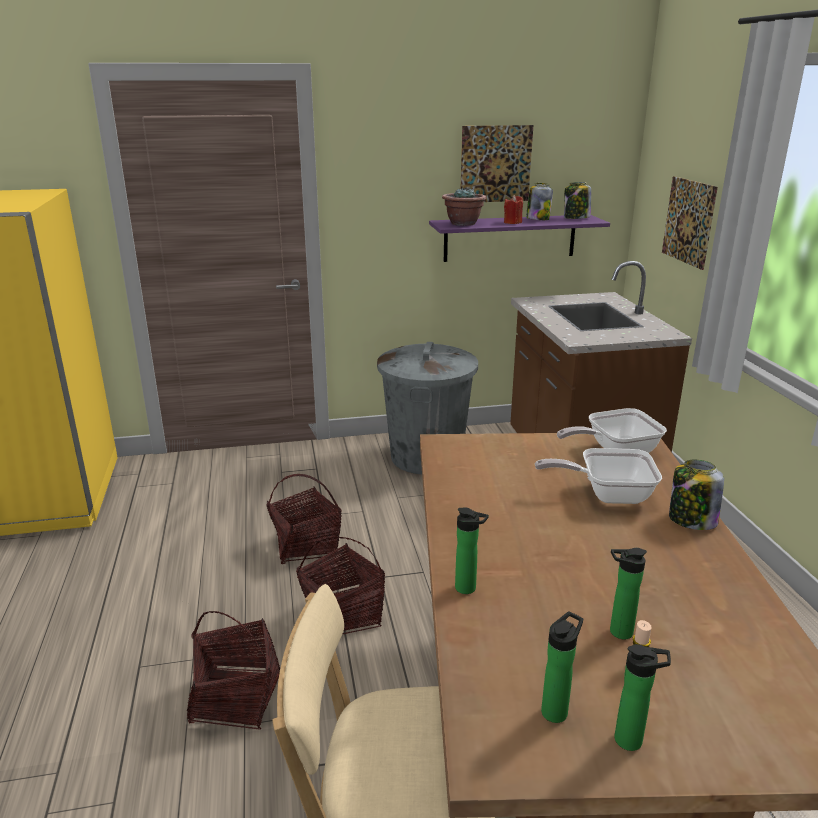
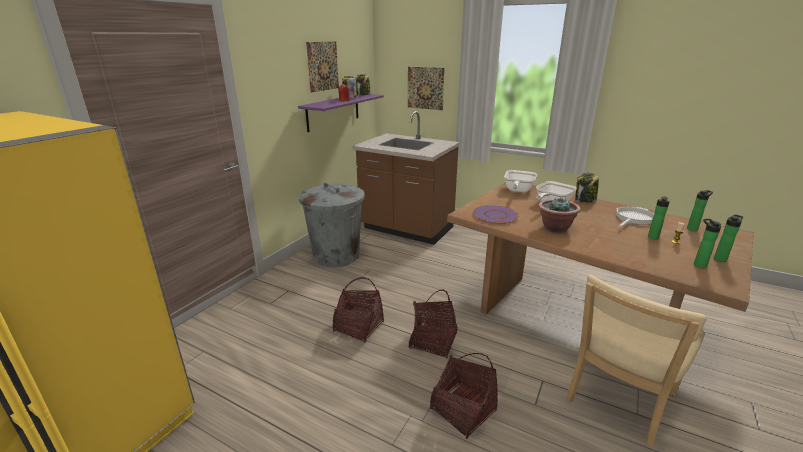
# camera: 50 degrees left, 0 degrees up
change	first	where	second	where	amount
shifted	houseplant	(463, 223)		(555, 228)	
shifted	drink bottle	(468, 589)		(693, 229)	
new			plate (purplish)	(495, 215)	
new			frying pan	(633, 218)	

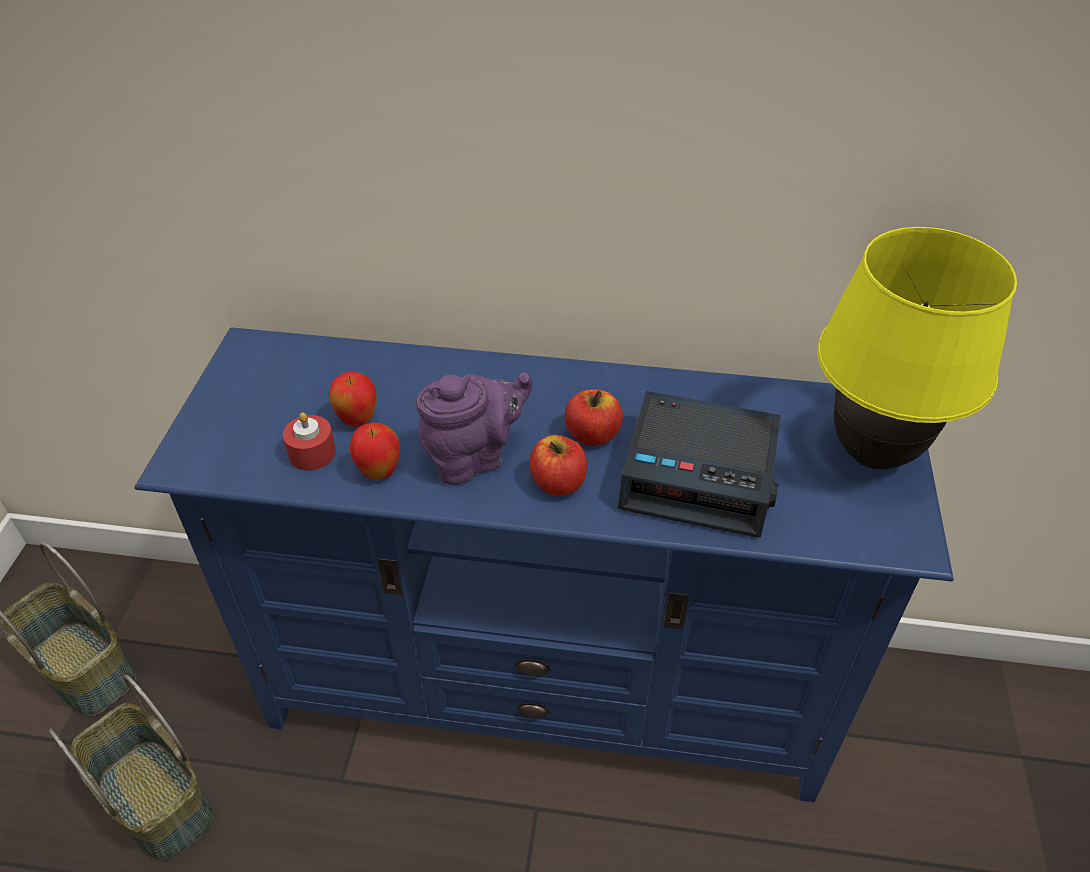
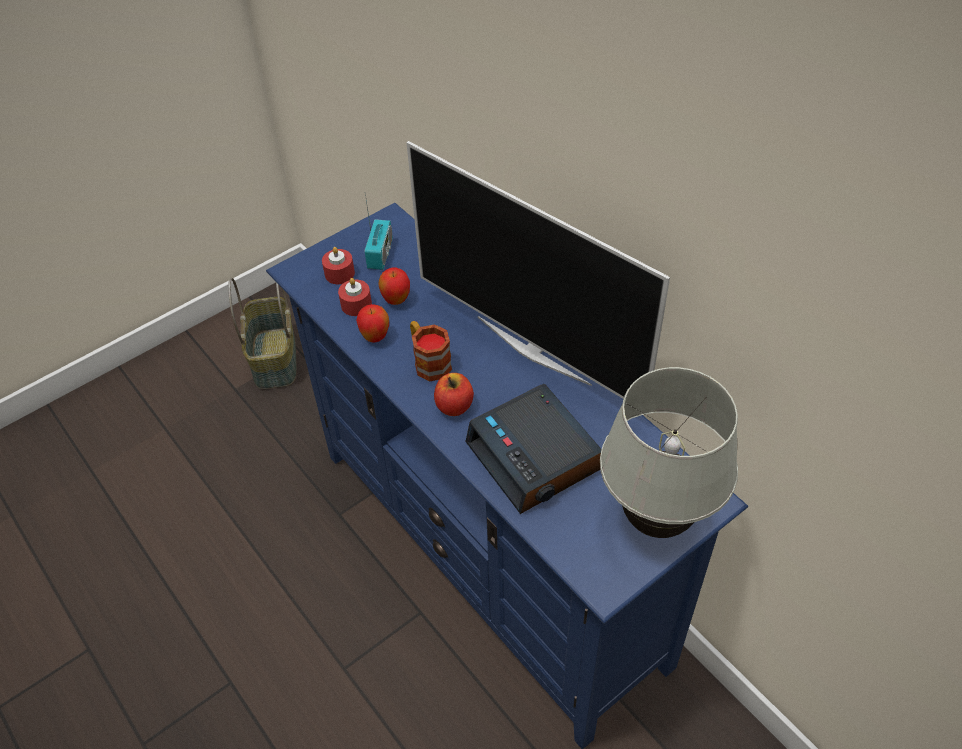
# camera: 45 degrees right, 5 degrees up
change	first	where	second	where	amount
gone	basket	(154, 800)			
swapped	pot for tea (purplish)	(473, 458)	coffee mug	(428, 361)	
gone	apple fruit	(592, 435)			
repainted	table lamp (yellowish)	(872, 453)	table lamp (white)	(657, 519)	
new			candle (reddish)	(339, 273)	
new			radio set	(380, 254)	
new			TV set	(534, 349)	

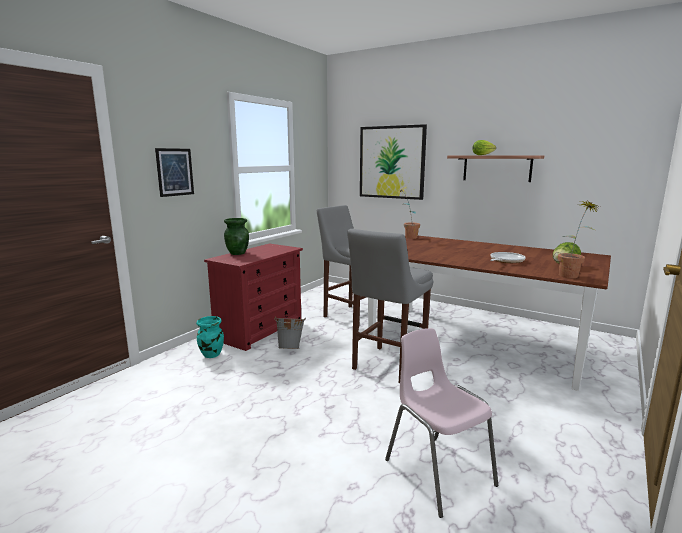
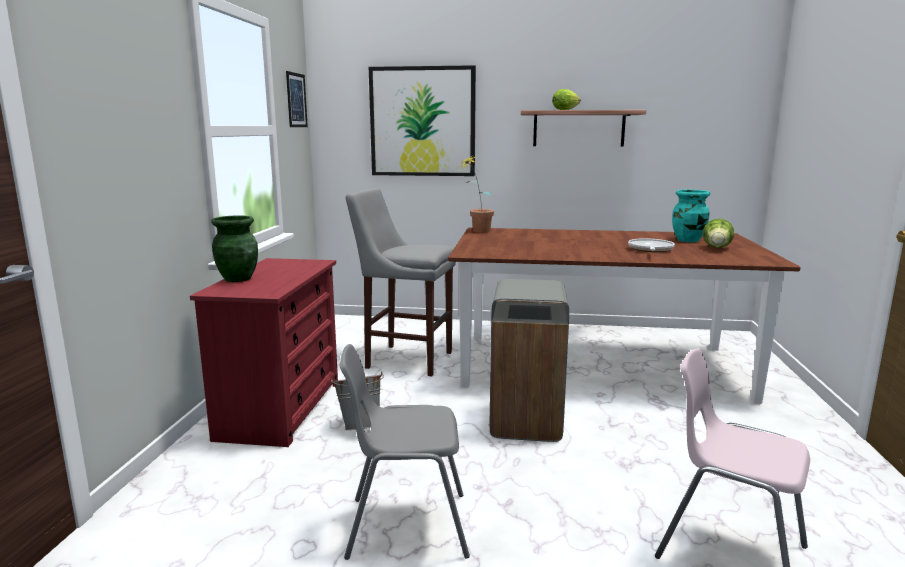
# camera: 25 degrees left, 0 degrees up
change	first	where	second	where	amount
shifted	wall art	(175, 172)		(296, 100)	
shifted	flower vase (blue-green)	(211, 355)		(688, 240)	
swapped	stool (gray)	(387, 365)	waste bin (gray)	(525, 422)	
gone	houseplant	(572, 275)			
new			plain chair (gray)	(406, 525)	

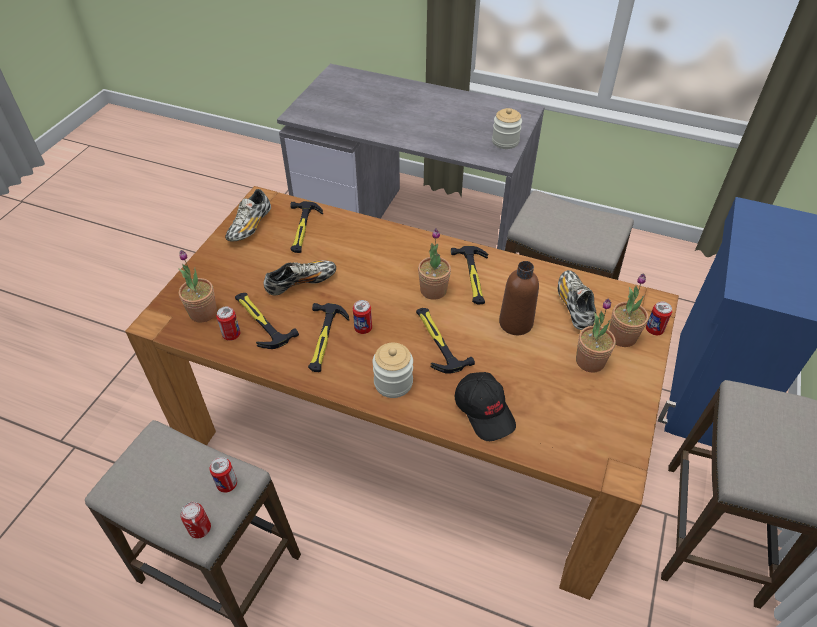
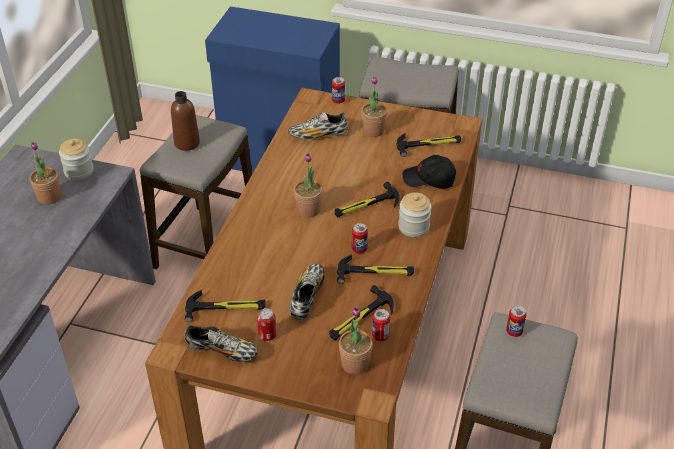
# camera: 95 degrees left, 5 degrees down
change	first	where	second	where	amount
shifted	sealed can	(200, 529)		(267, 335)	
rotated	item of footwear	(301, 283)		(307, 297)	45 degrees clockwise
shifted	hand hammer	(473, 277)		(428, 144)	
rotated	peaked cap (black-coloured)	(485, 411)		(429, 180)	135 degrees counterclockwise
shifted	drink bottle (brown-coloured)	(515, 323)		(187, 143)	
shifted	houseplant	(622, 336)		(49, 197)	

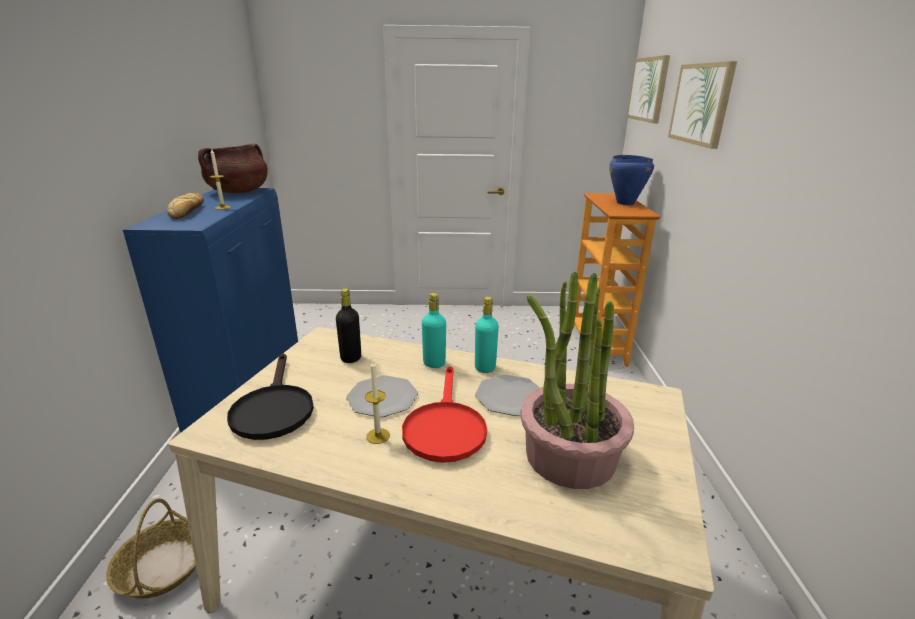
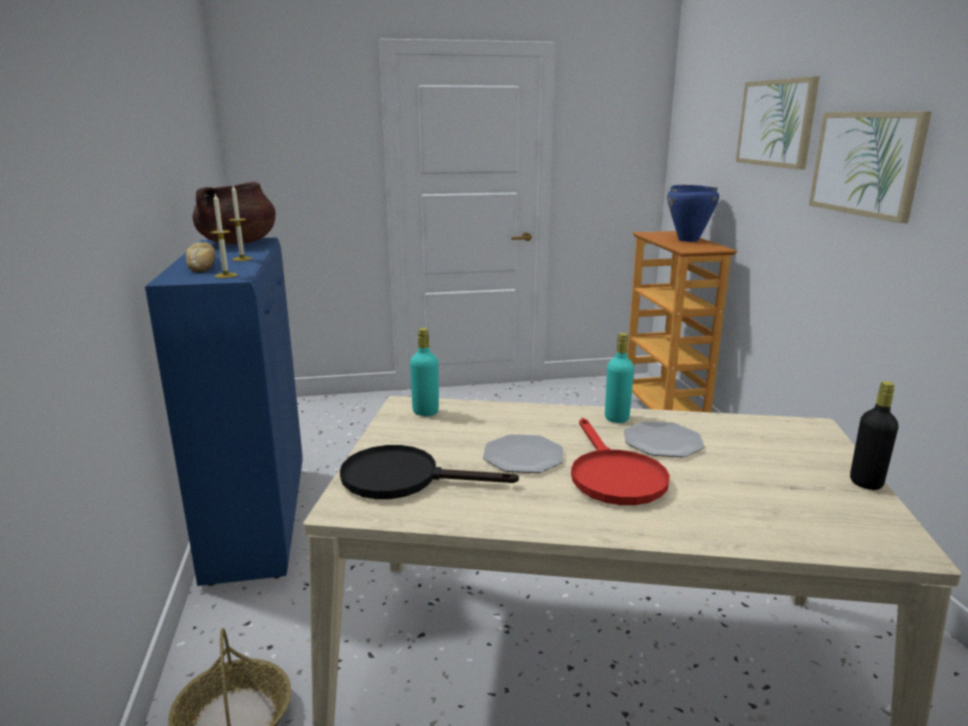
# camera: 10 degrees left, 5 degrees down
change	first	where	second	where	amount
rotated	frying pan (black-coloured)	(273, 409)		(404, 478)	120 degrees clockwise
shifted	drink bottle (black-coloured)	(351, 358)		(866, 483)	
shifted	candle	(378, 436)		(226, 275)	
shifted	drink bottle (blue-green)	(434, 363)		(425, 412)	
gone	houseplant	(569, 456)			
shifted	wall art	(648, 89)		(866, 163)	

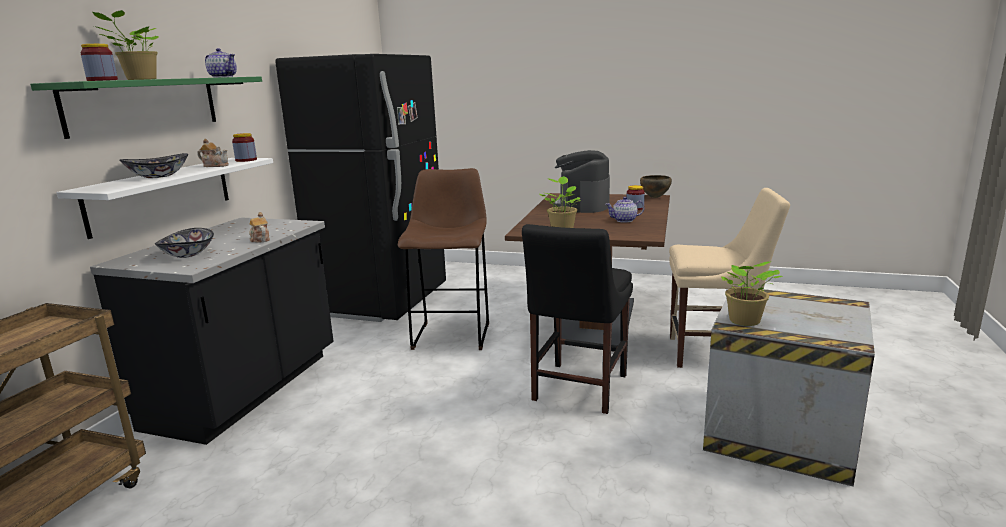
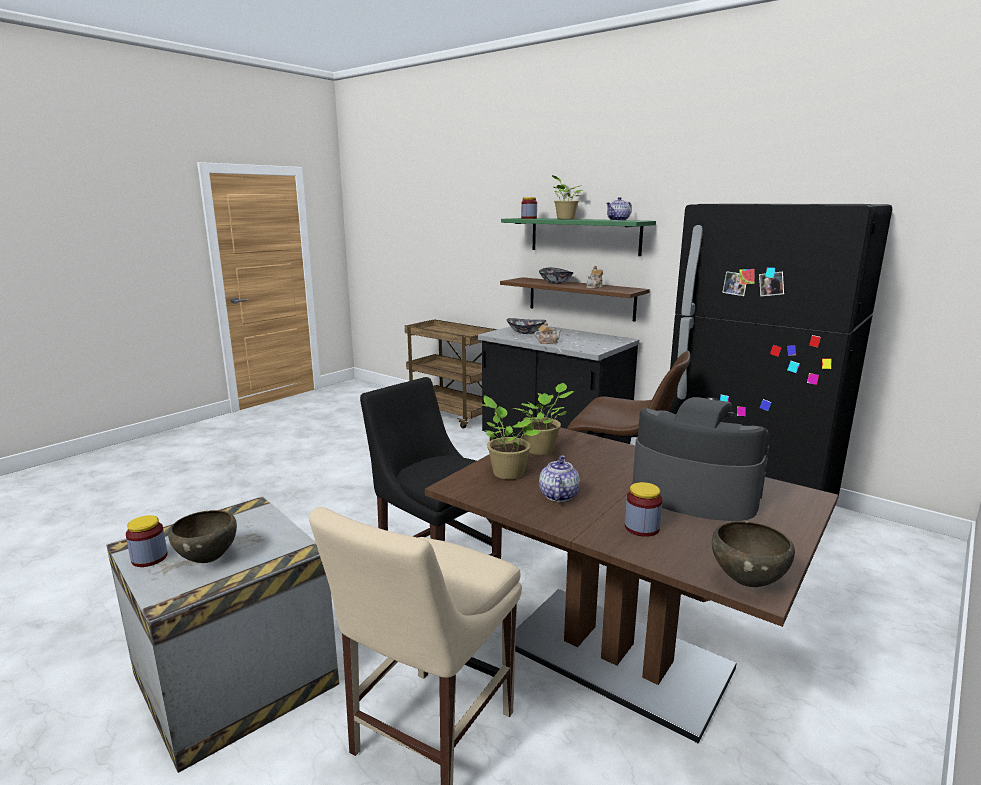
# camera: 110 degrees right, 0 degrees up
change	first	where	second	where	amount
repainted	bracket shelf (white)	(161, 194)	bracket shelf (brown-coloured)	(581, 298)	
shifted	storage jar	(246, 160)		(149, 558)	
shifted	houseplant	(744, 321)		(506, 472)	
new			bowl (brown-coloured)	(208, 559)	

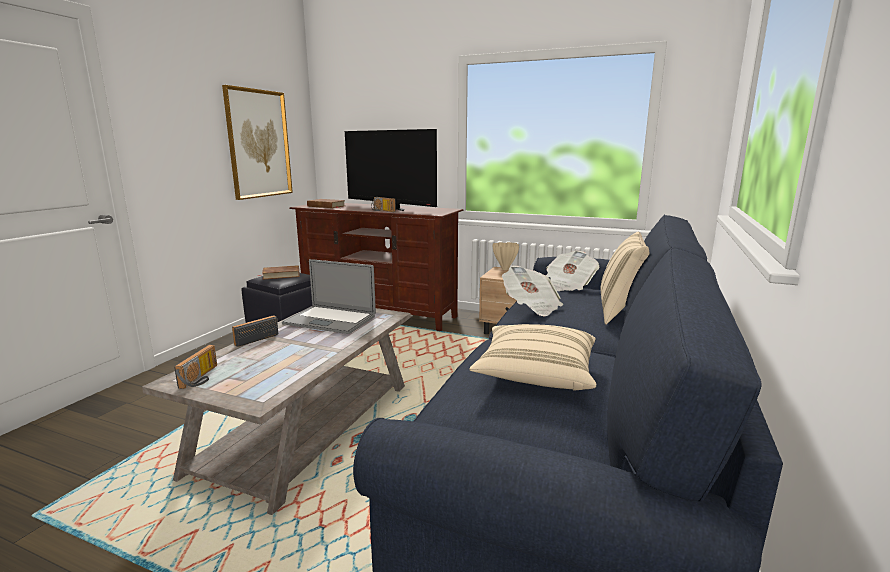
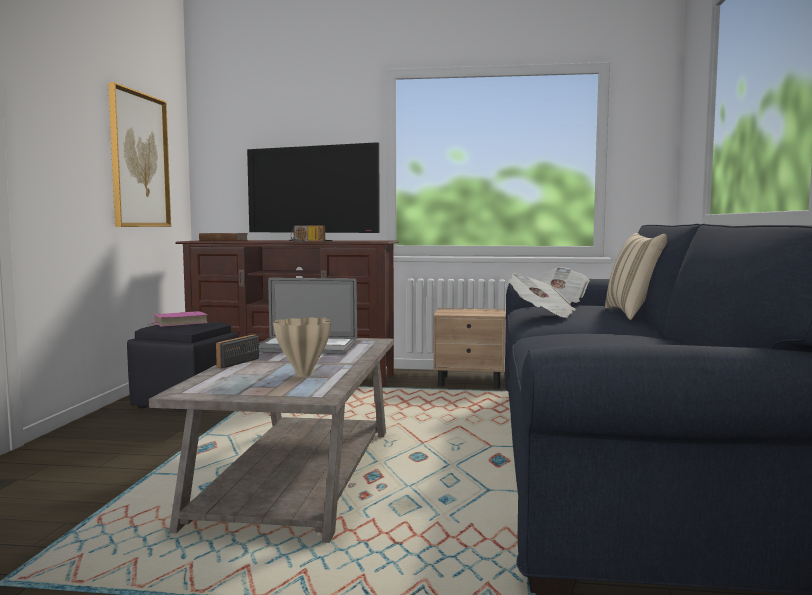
# camera: 15 degrees left, 10 degrees down
change	first	where	second	where	amount
gone	radio set	(202, 378)			
repainted	book (brown-coloured)	(281, 275)	book (pink)	(180, 322)	
gone	cushion (beige)	(535, 374)			
shifted	flower vase (beige)	(504, 269)		(303, 375)	

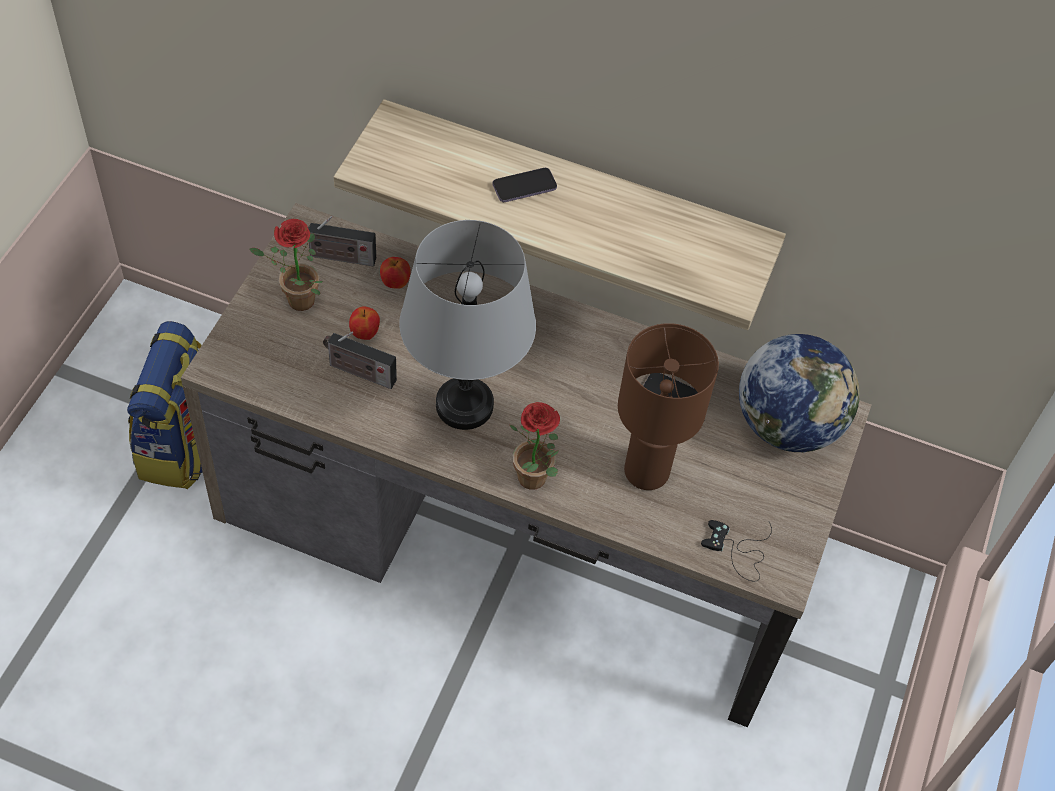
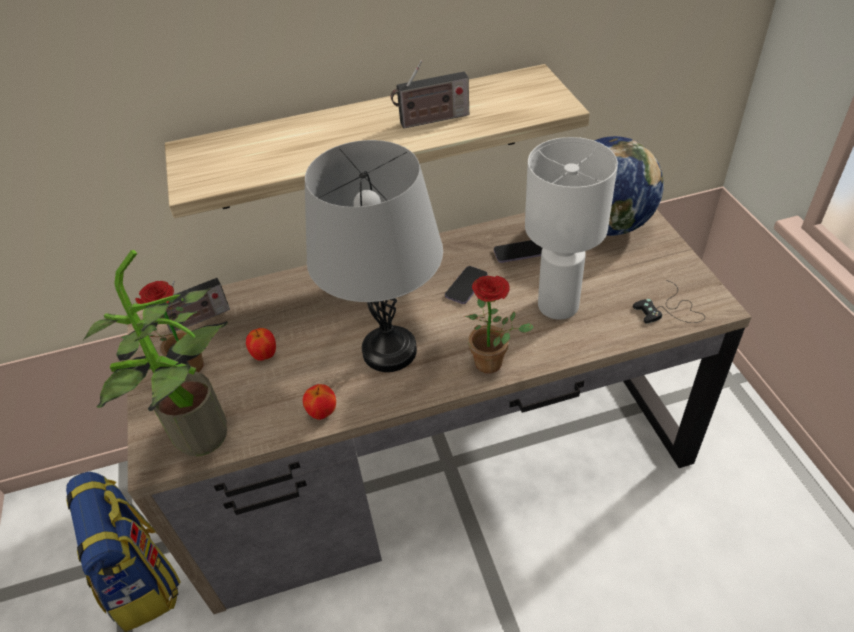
# camera: 30 degrees left, 10 degrees down
change	first	where	second	where	amount
shifted	radio set	(359, 372)		(431, 120)	
shifted	apple fruit	(395, 283)		(322, 413)	
shifted	phone	(524, 187)		(466, 286)	
repainted	table lamp (brown-coloured)	(647, 472)	table lamp (white)	(559, 306)	
new			houseplant	(200, 442)	

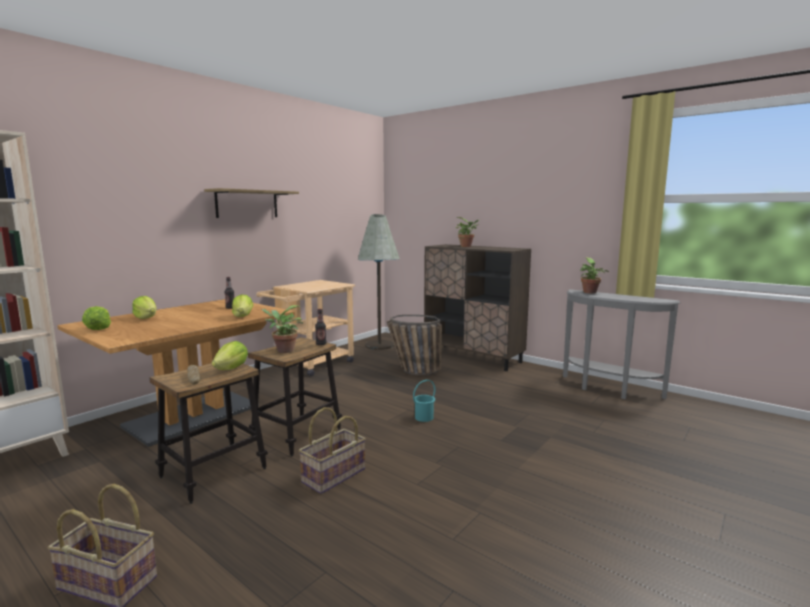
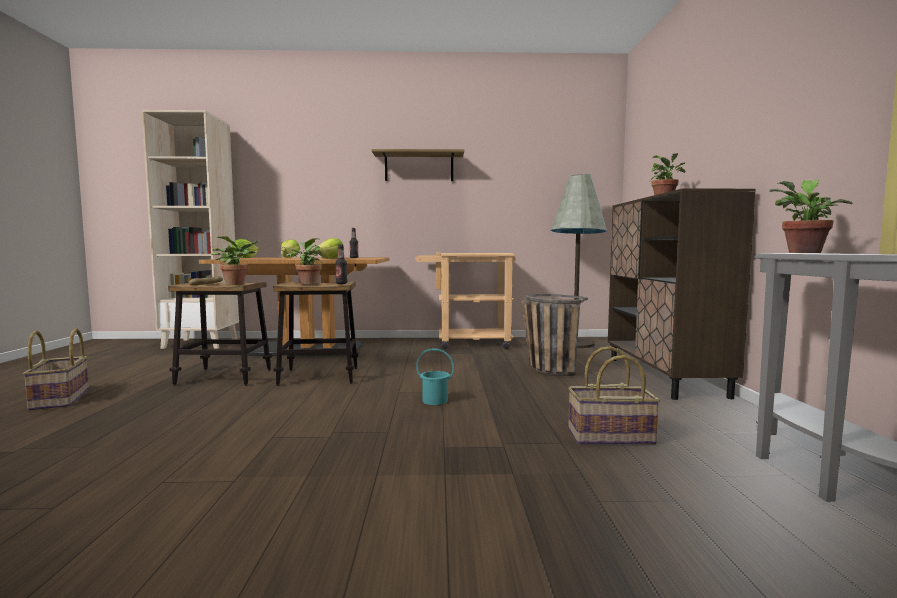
# camera: 50 degrees right, 5 degrees down
change	first	where	second	where	amount
swapped	head of lettuce	(232, 369)	houseplant	(237, 284)	
shifted	basket	(334, 476)		(610, 437)	

